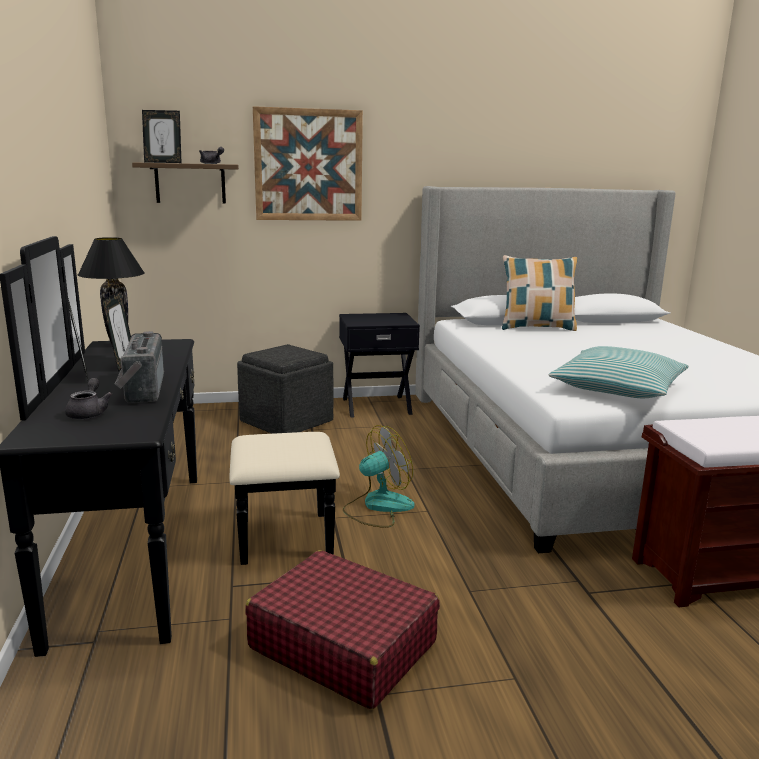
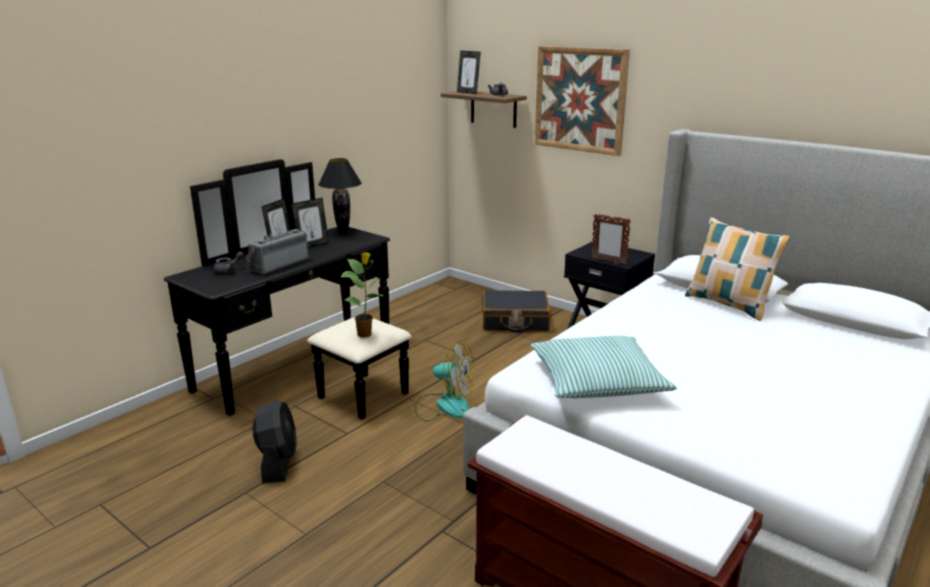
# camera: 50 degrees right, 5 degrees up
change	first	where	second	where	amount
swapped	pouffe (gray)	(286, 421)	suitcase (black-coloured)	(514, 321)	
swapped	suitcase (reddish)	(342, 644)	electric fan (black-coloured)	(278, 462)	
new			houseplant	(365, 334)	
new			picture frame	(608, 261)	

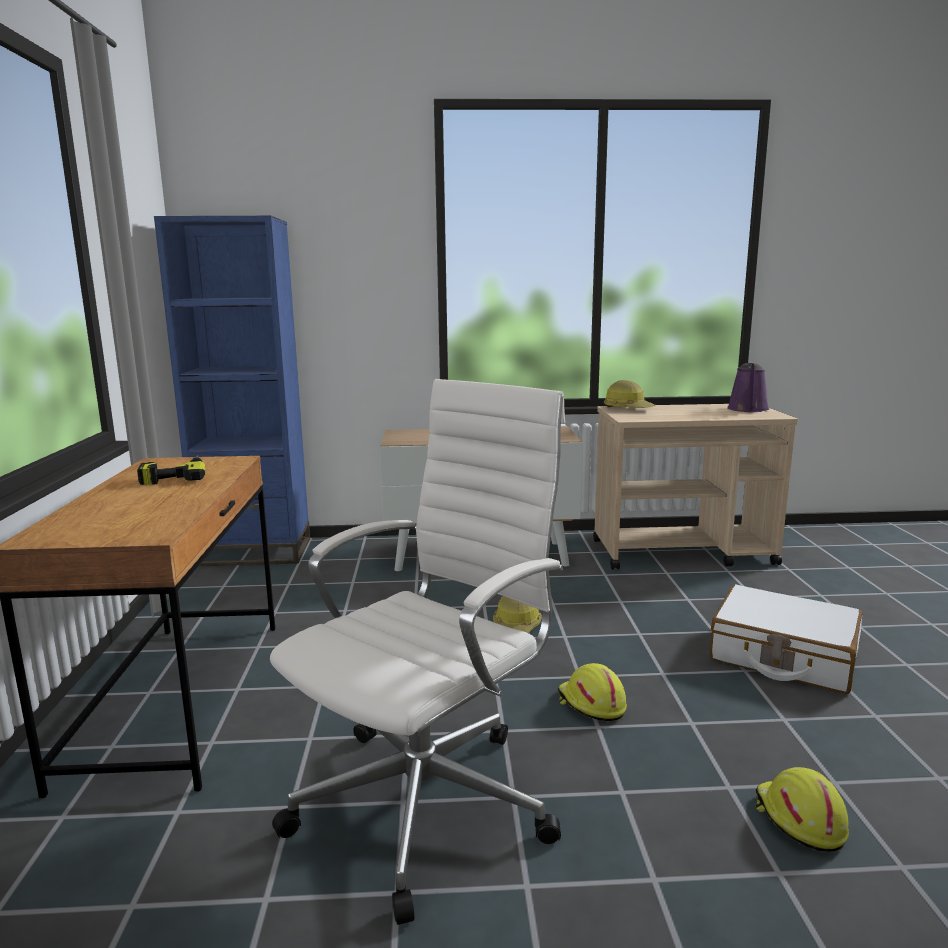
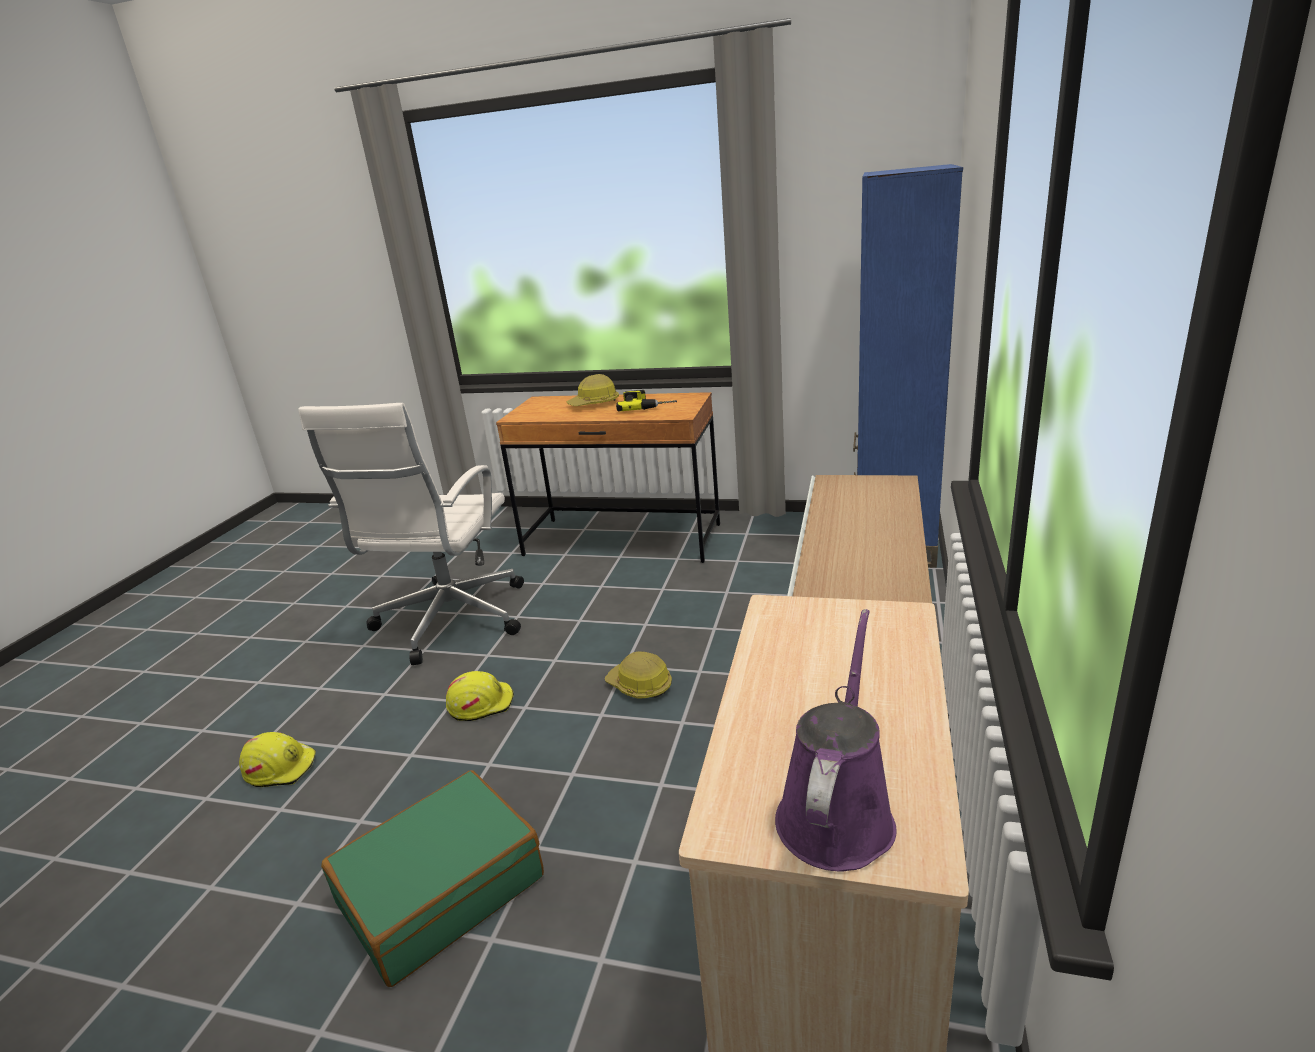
# camera: 110 degrees right, 10 degrees up
change	first	where	second	where	amount
rotated	office chair (white)	(430, 800)		(449, 621)	45 degrees clockwise
shifted	safety helmet	(628, 409)		(595, 404)	
repainted	suitcase (white)	(783, 656)	suitcase (greenish)	(441, 889)	
rotated	watering pot (purplish)	(748, 409)		(837, 812)	75 degrees clockwise

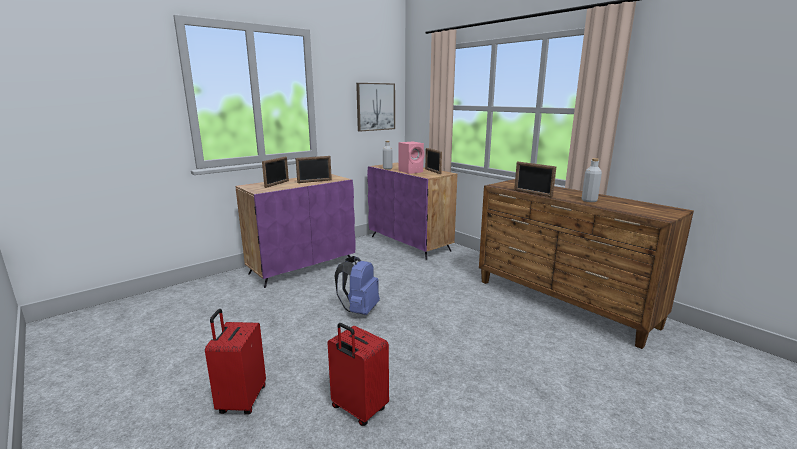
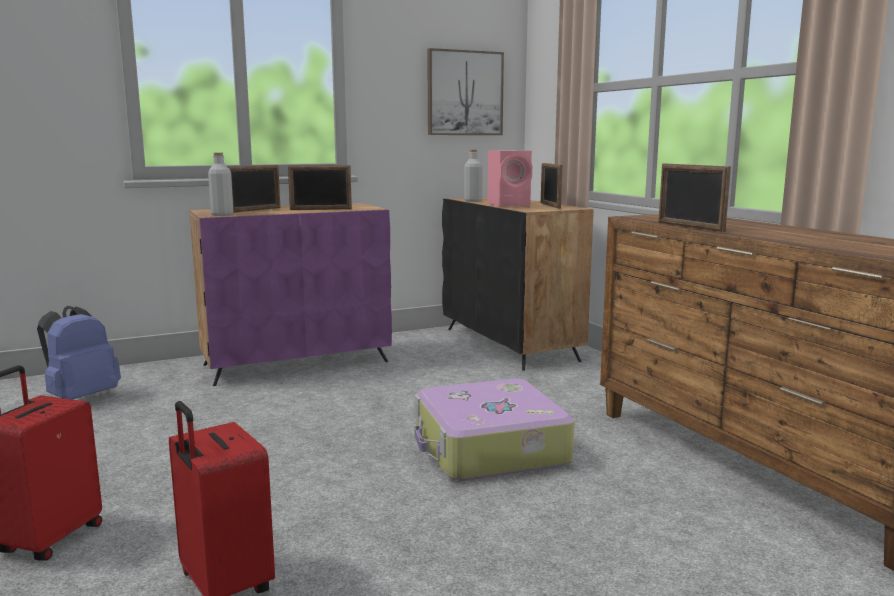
# camera: 15 degrees right, 5 degrees down
change	first	where	second	where	amount
shifted	backpack (bluish)	(359, 310)		(81, 397)	
repainted	cabinet (purplish)	(410, 243)	cabinet (black-coloured)	(510, 344)	
shifted	drink bottle (gray)	(589, 200)		(222, 215)	
new			suitcase	(489, 449)	

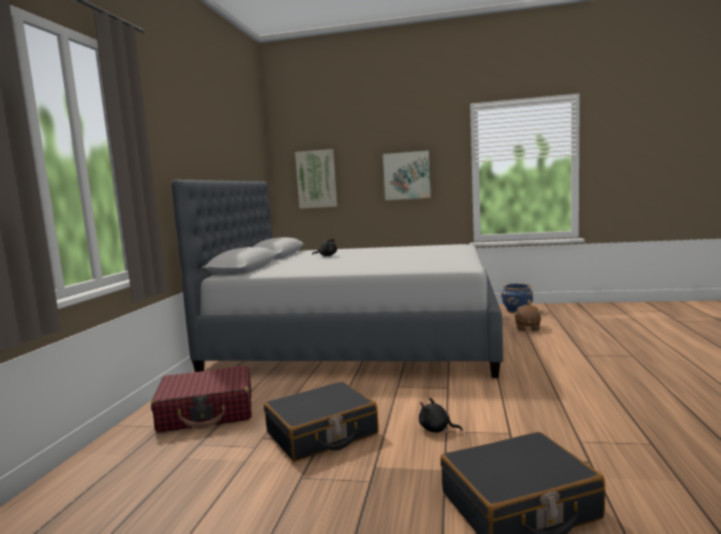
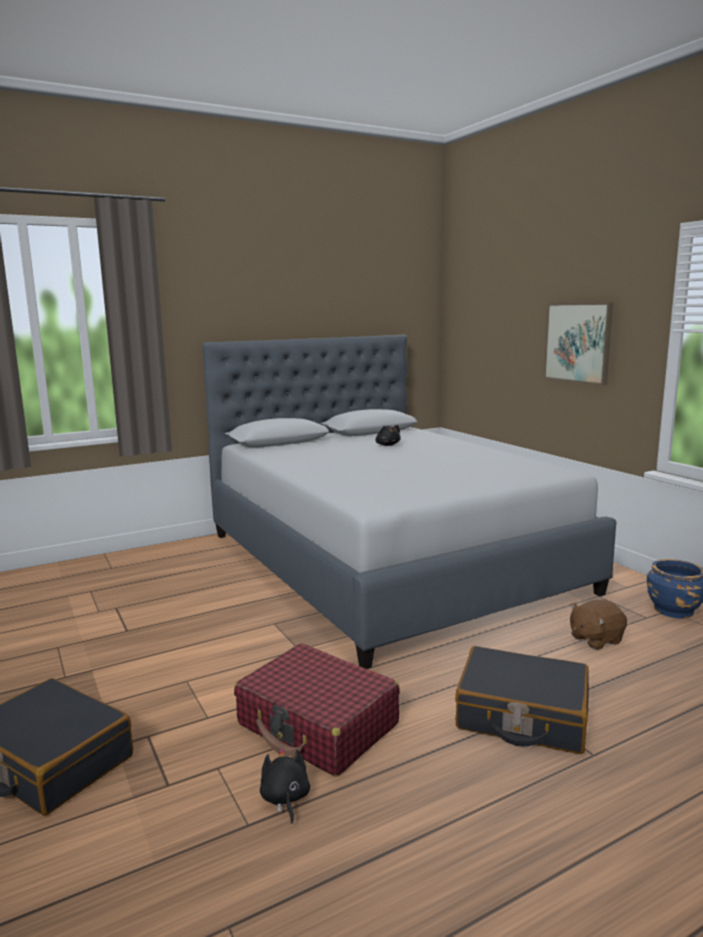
# camera: 50 degrees right, 5 degrees up
change	first	where	second	where	amount
shifted	suitcase (reddish)	(207, 412)		(318, 725)	
shifted	suitcase (black-coloured)	(322, 434)		(522, 716)	
gone	wall art	(316, 179)			
shifted	soft toy (black-coloured)	(436, 429)		(285, 799)	

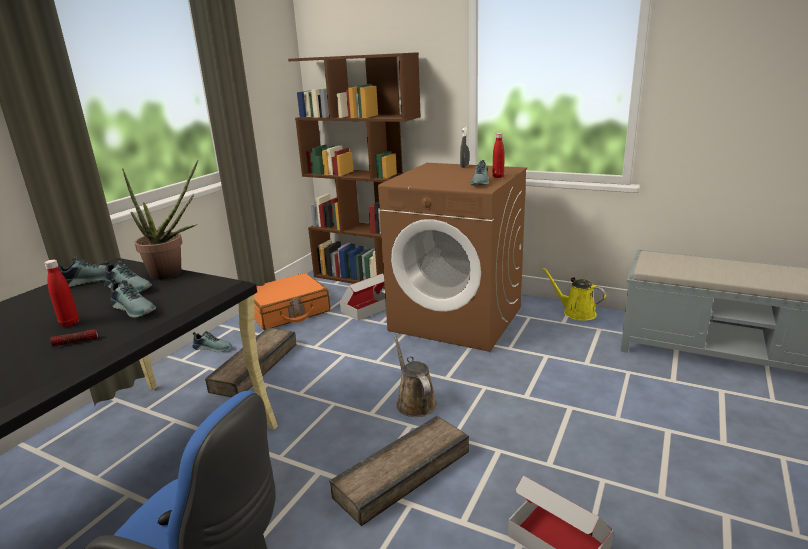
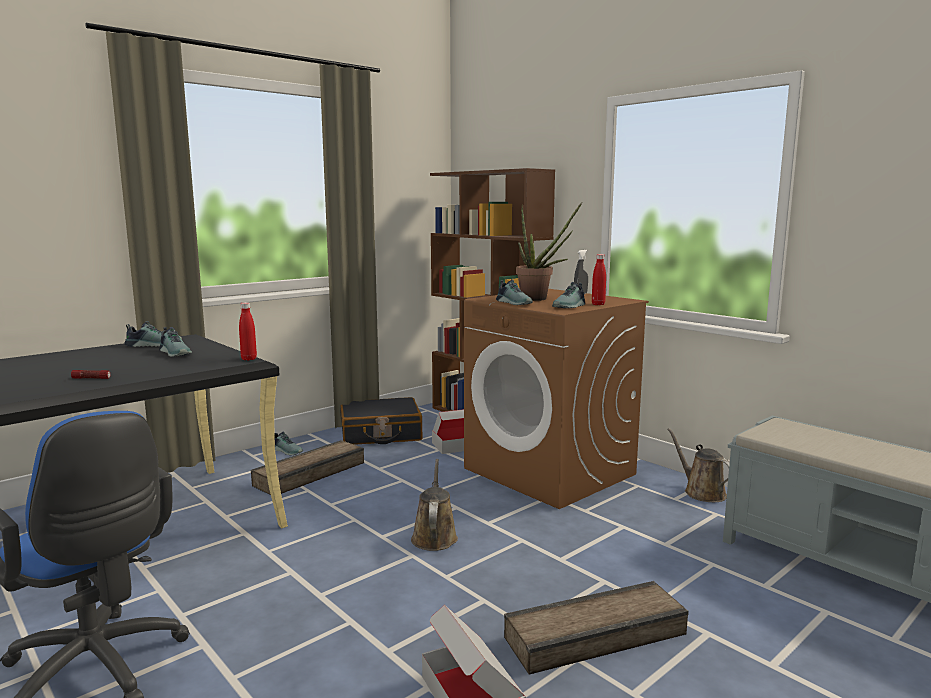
# camera: 20 degrees right, 10 degrees down
change	first	where	second	where	amount
shifted	drink bottle (reddish)	(69, 323)		(249, 359)	
shifted	item of footwear	(135, 309)		(515, 303)	
shifted	houseplant	(173, 273)		(539, 299)	
repainted	suitcase (orangey)	(288, 312)	suitcase (black-coloured)	(380, 434)	
shifted	packing crate	(405, 474)		(597, 637)	
repainted	watering pot (yellowish)	(576, 312)	watering pot (brown-coloured)	(701, 492)	

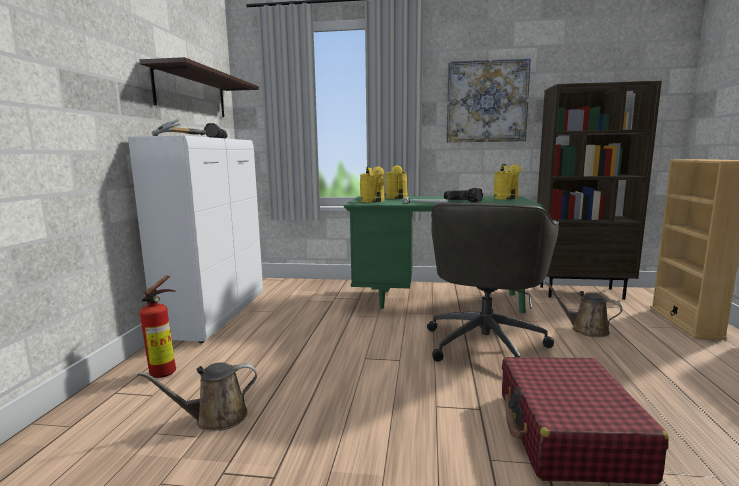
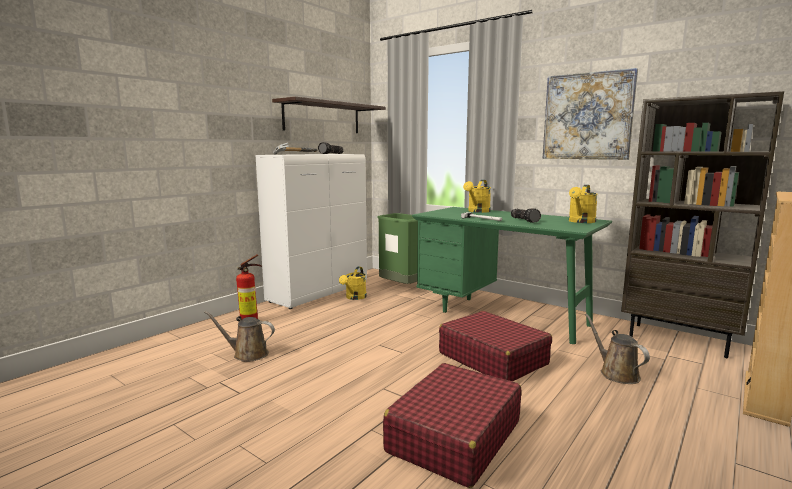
# camera: 30 degrees right, 0 degrees up
change	first	where	second	where	amount
shifted	watering pot (yellowish)	(373, 201)		(354, 297)	
swapped	office chair (gray)	(485, 343)	suitcase (reddish)	(492, 358)	
new			waste bin (greenish)	(402, 288)	

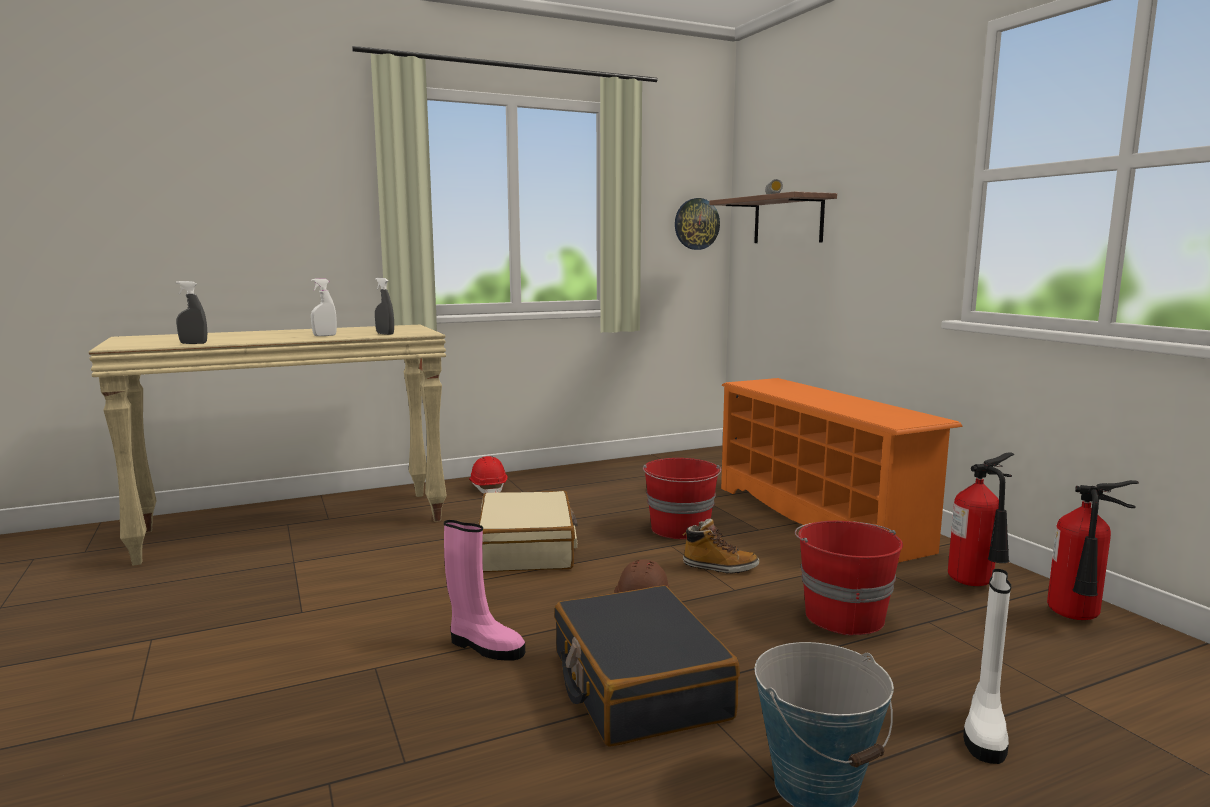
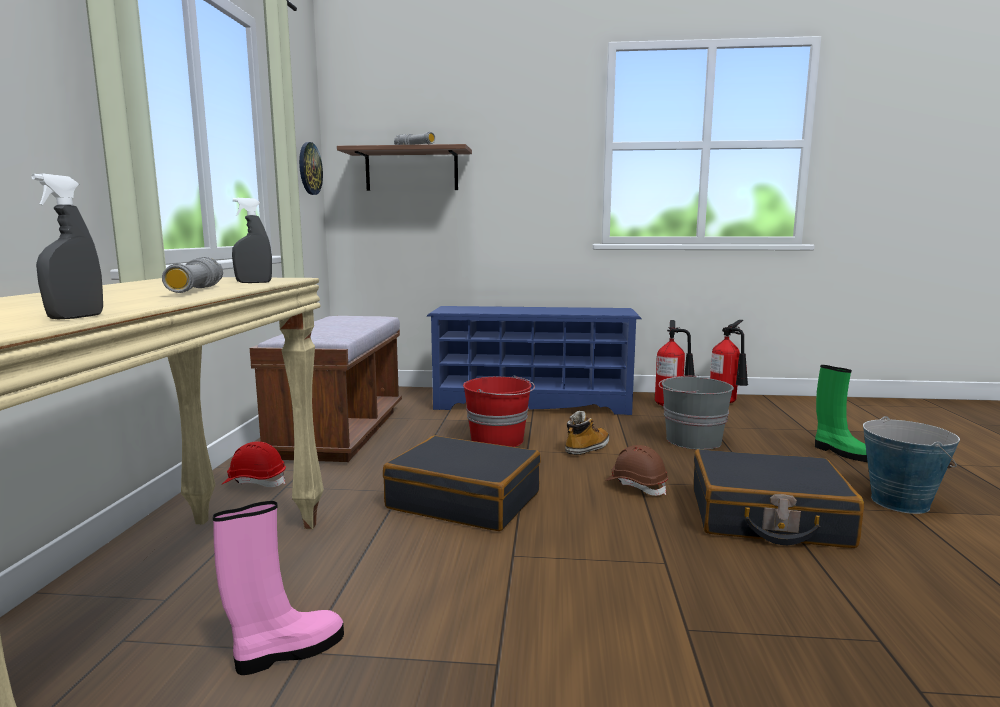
# camera: 60 degrees left, 0 degrees up
change	first	where	second	where	amount
swapped	sprayer (white)	(325, 336)	flashlight (gray)	(195, 290)	
shifted	boot (pink)	(484, 647)		(287, 652)	
repainted	suitcase (beige)	(527, 549)	suitcase (black-coloured)	(464, 500)	
repainted	shoe shelf (orangey)	(820, 518)	shoe shelf (bluish)	(533, 403)	
repainted	pail (reddish)	(843, 615)	pail (gray)	(692, 440)	
repainted	boot (white)	(985, 730)	boot (greenish)	(840, 452)	
new			indoor bench (brown-coloured)	(339, 433)	

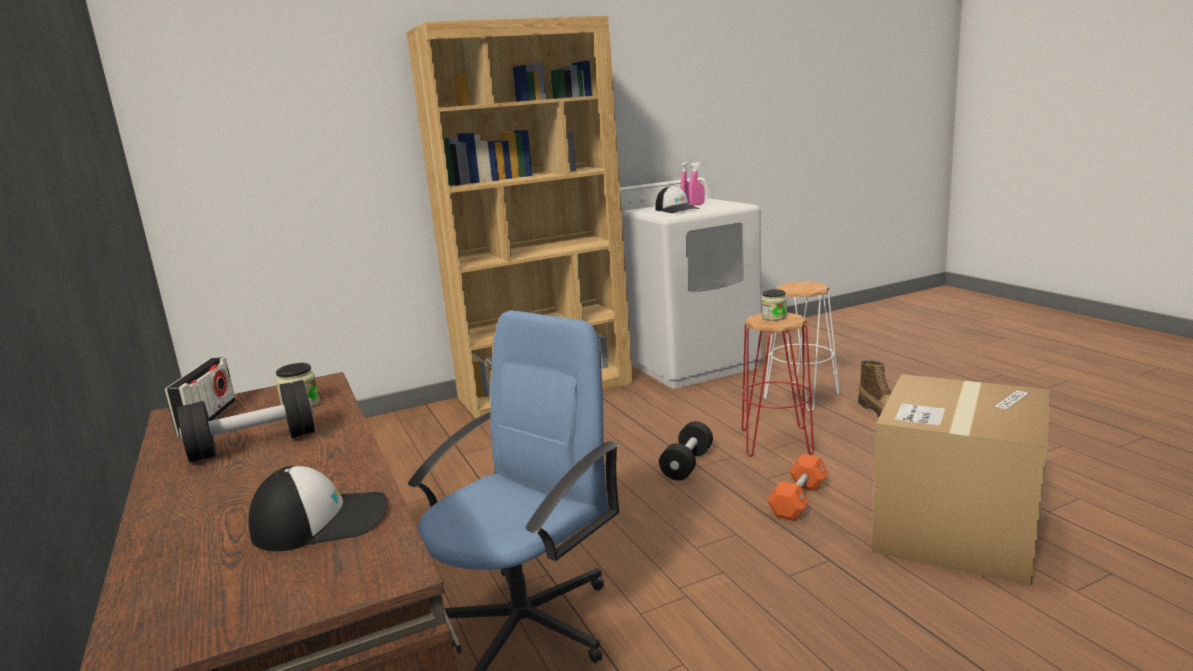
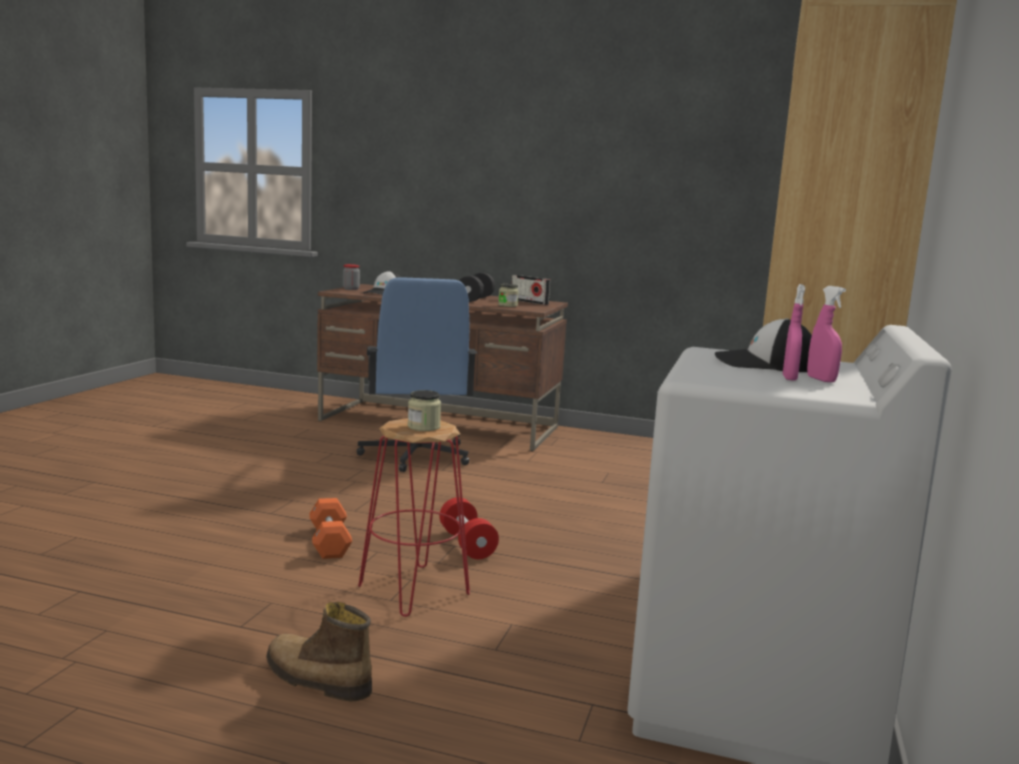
# camera: 130 degrees right, 5 degrees down
change	first	where	second	where	amount
repainted	free weight (black-coloured)	(687, 464)	free weight (reddish)	(467, 544)	
gone	stool (white)	(801, 396)			
gone	cardboard box	(956, 531)			
new			storage jar	(351, 289)	

